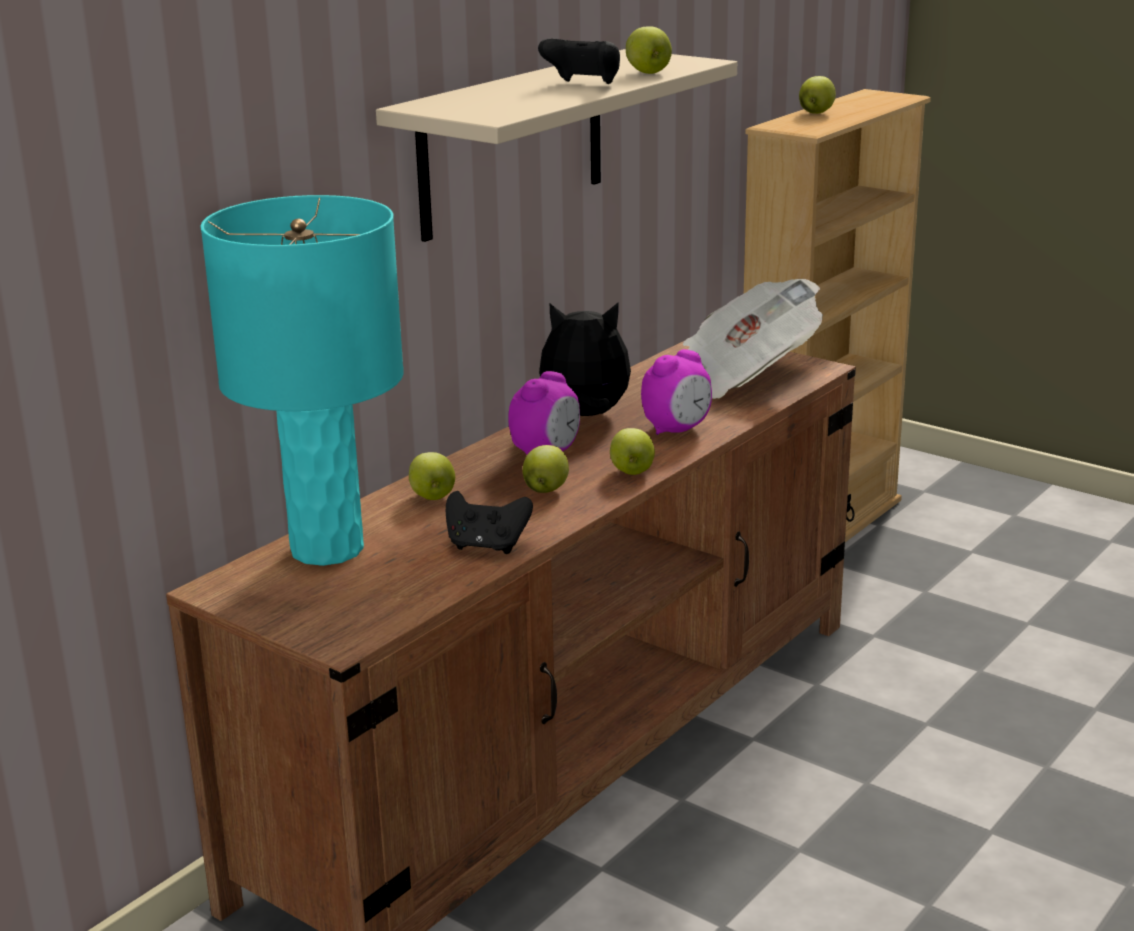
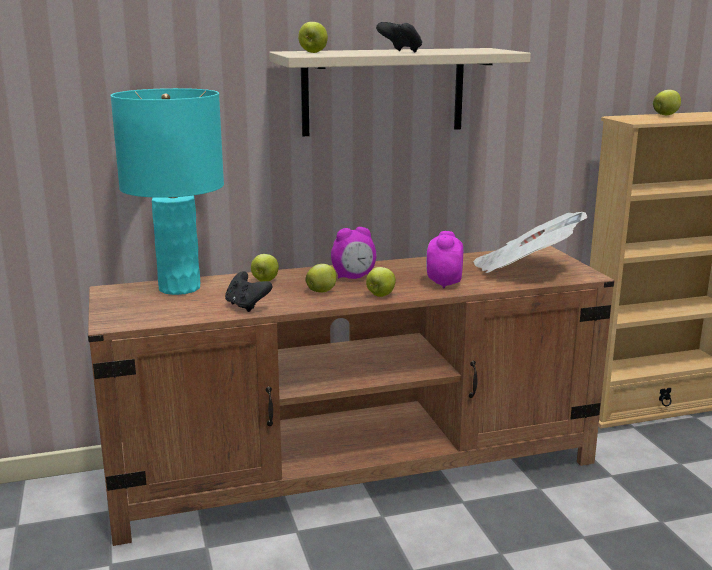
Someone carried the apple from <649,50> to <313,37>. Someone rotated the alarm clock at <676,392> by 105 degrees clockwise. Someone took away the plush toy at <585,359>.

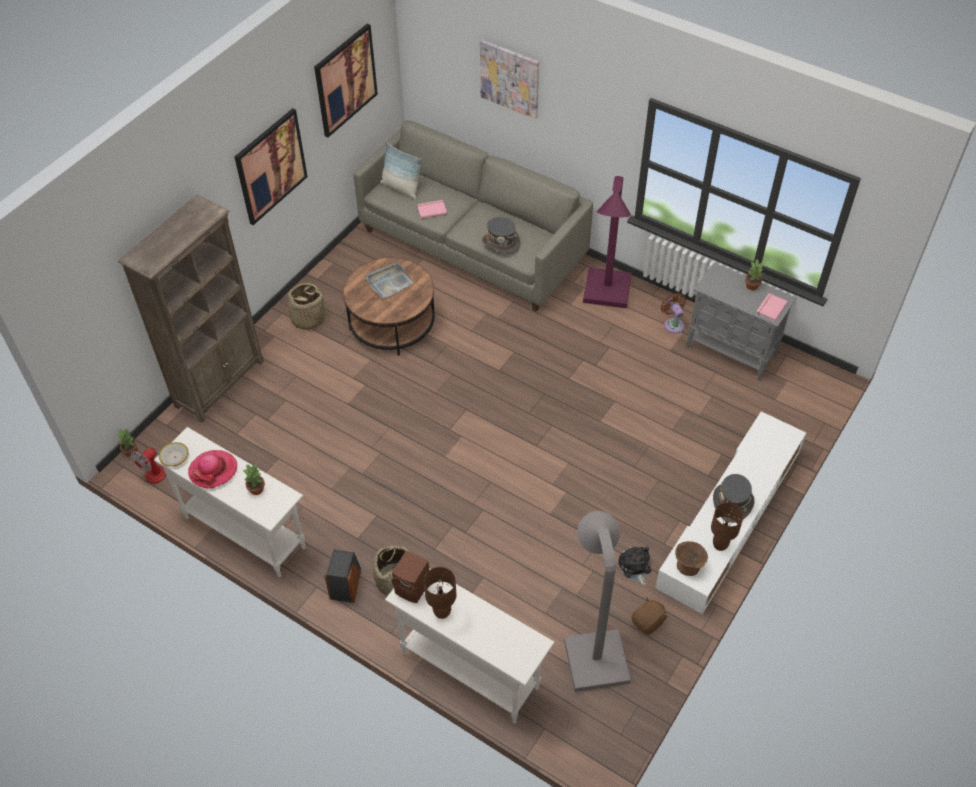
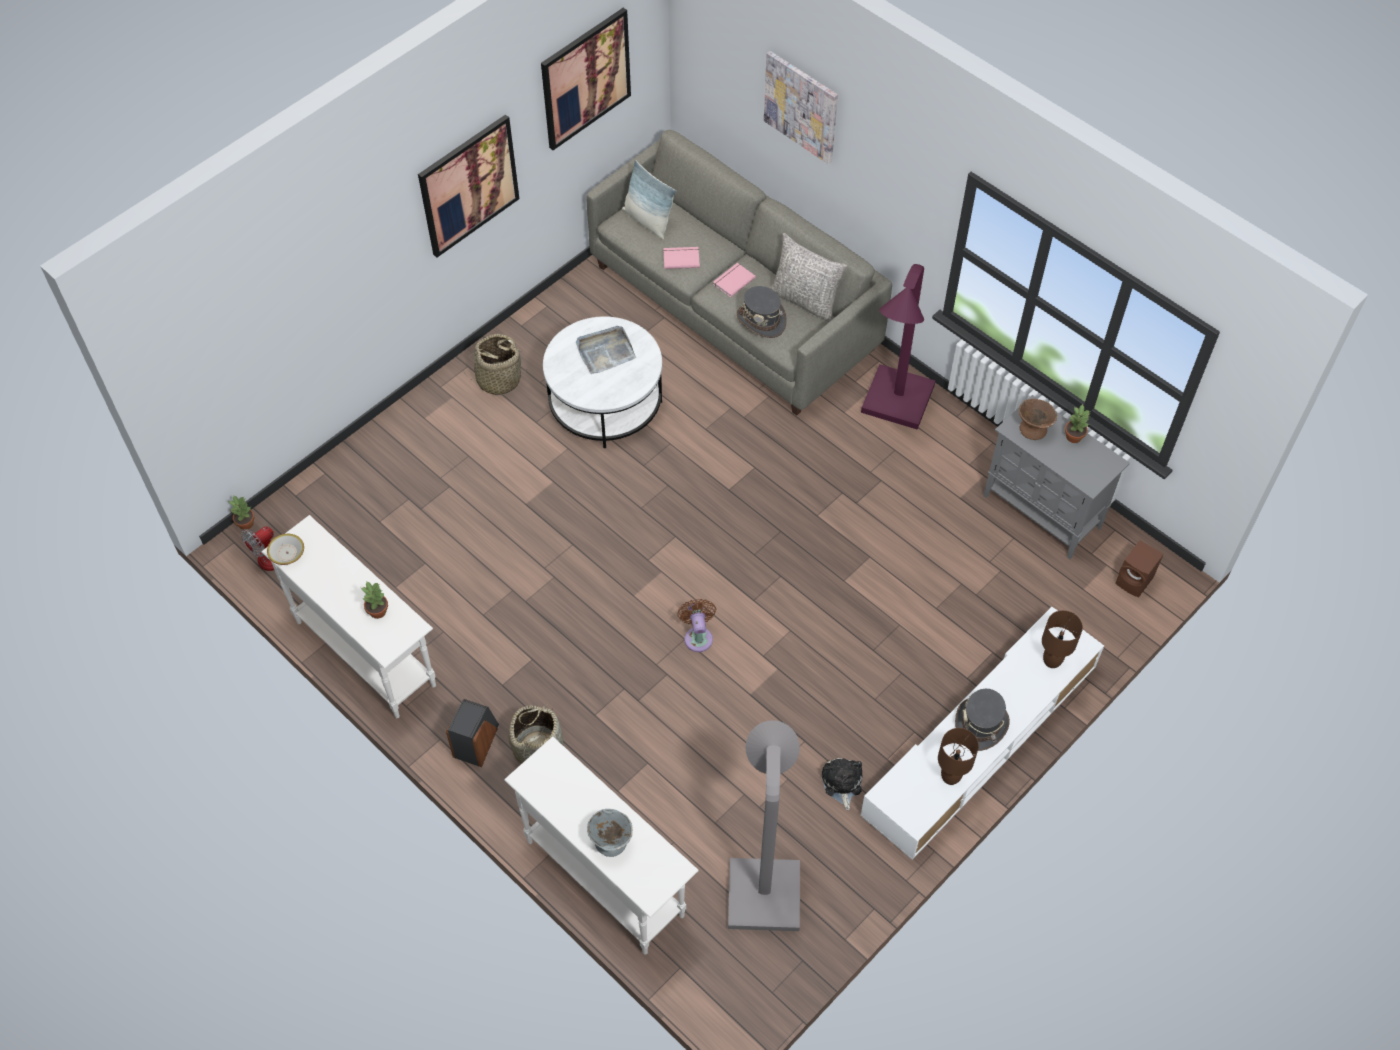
Someone repainted the brown coffee table at <389,306>, which became the white coffee table at <602,382>. Someone put down the grey bowl at <610,833>. Someone carried the brown fan from <673,313> to <697,625>. Someone carried the pink book from <772,307> to <734,280>. Someone put down the grey pillow at <808,277>. Someone carried the brown bowl from <691,558> to <1038,419>. Someone carried the brown table lamp from <440,593> to <1062,639>. Someone carried the brown speaker from <410,577> to <1139,568>. Someone took away the brown bookcase at <191,309>. Someone took away the hat at <212,469>. Someone took away the brown plush toy at <649,616>.

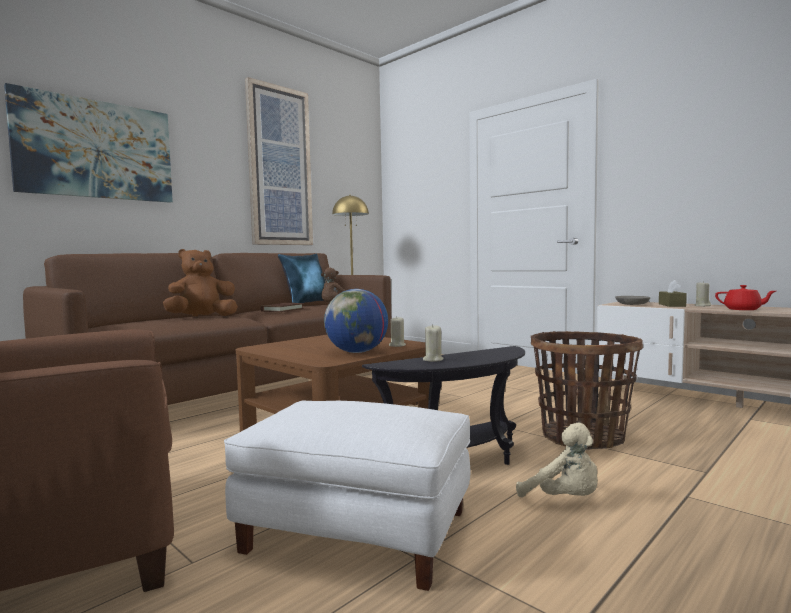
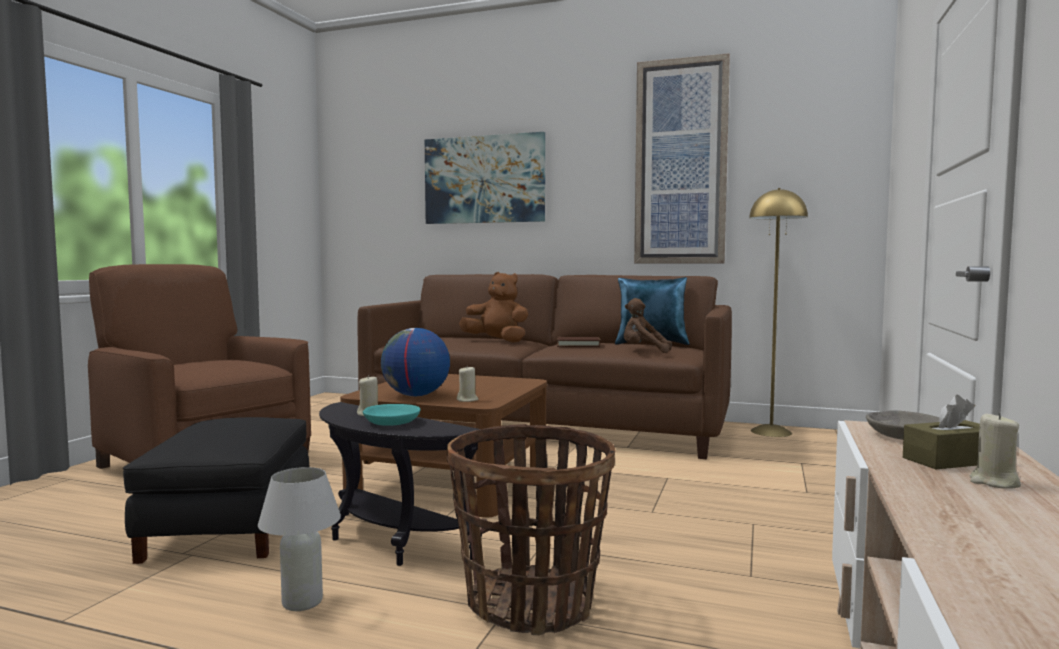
Someone repainted the white ottoman at <347,496>, which became the black ottoman at <216,490>. Someone swapped the beige plush toy at <557,460> for the white table lamp at <299,539>. Someone put down the turquoise bowl at <391,415>. Someone took away the red teapot at <745,297>.

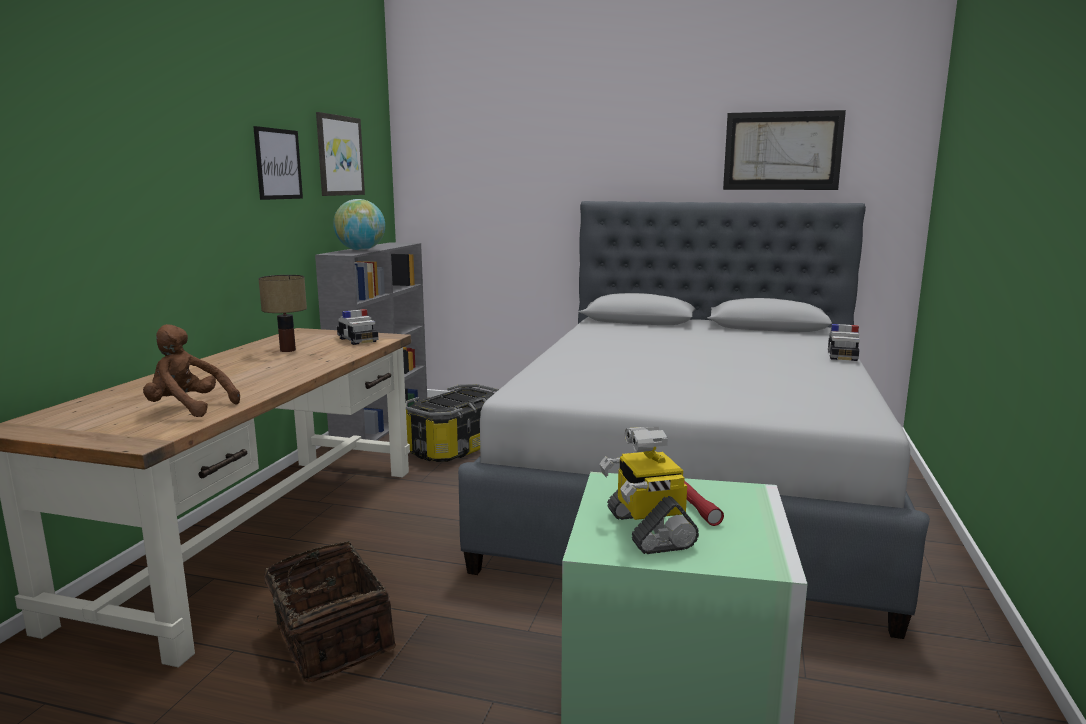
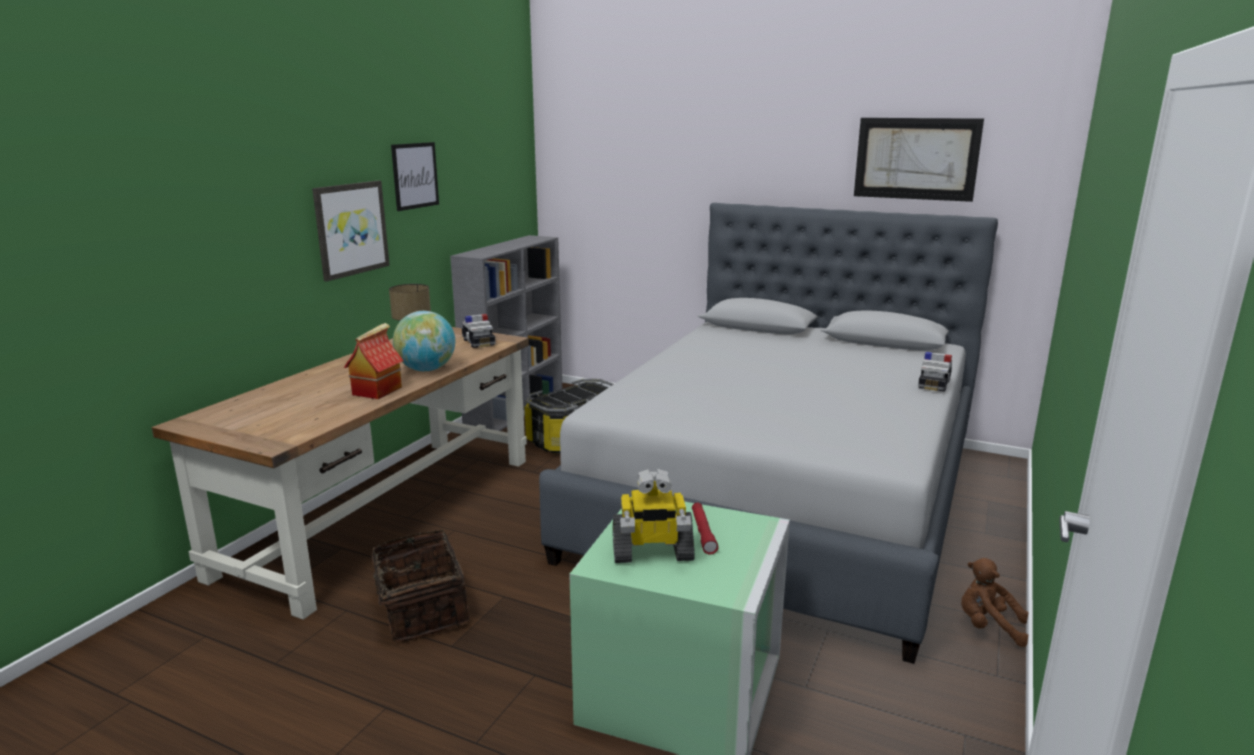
Someone carried the picture from <340,154> to <351,231>. Someone put down the toy house at <373,361>. Someone carried the globe from <359,224> to <424,341>. Someone rotated the toy robot at <649,490> by 90 degrees counterclockwise. Someone carried the brown plush toy from <191,370> to <994,602>.

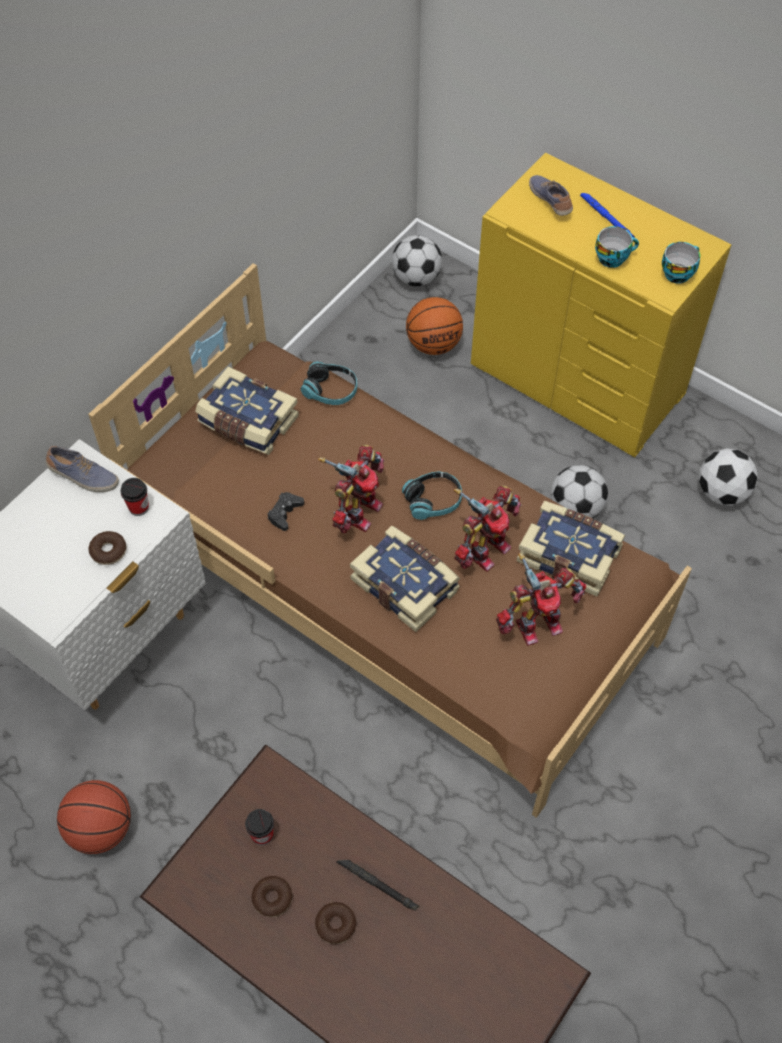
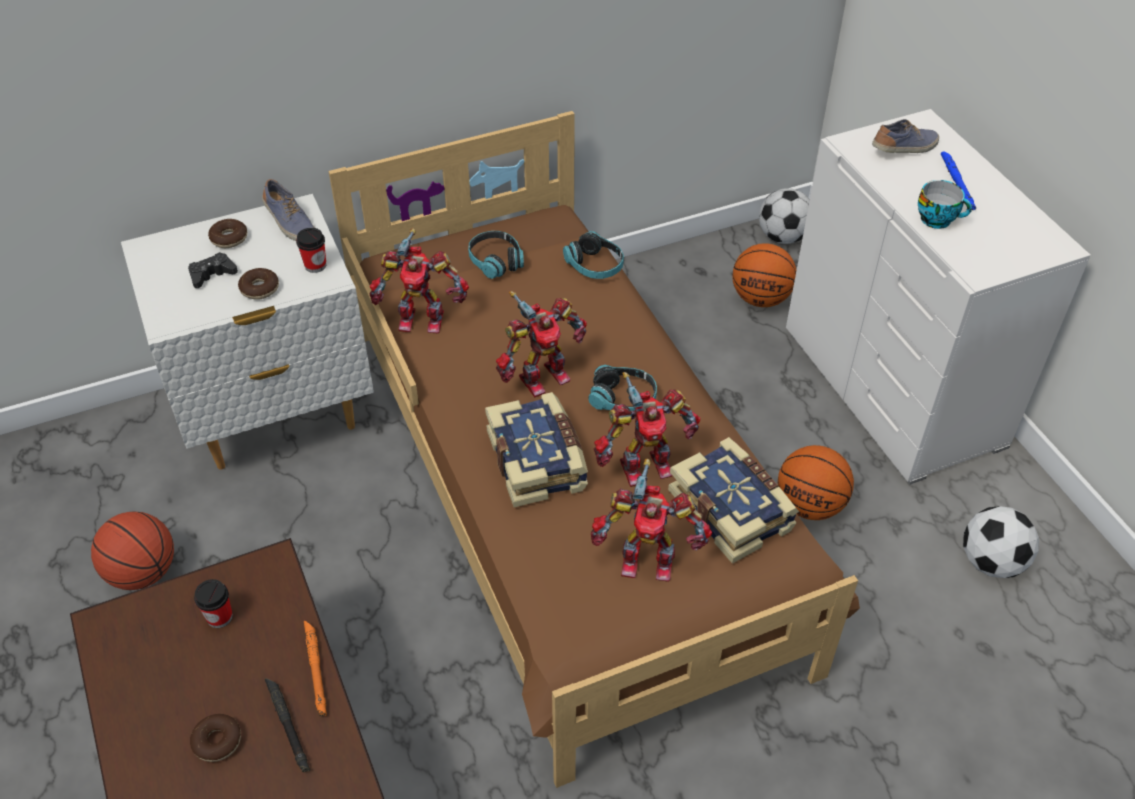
Someone carried the black game controller from <286,511> to <213,270>. Someone carried the donut from <272,896> to <227,233>. Someone put down the orange flashlight at <315,668>. Someone put down the toy robot at <419,281>. Someone swapped the book at <247,410> for the headphones at <496,255>. Someone swapped the football at <579,492> for the basketball at <816,482>. Someone repainted the yellow dresser at <601,305>, which became the white dresser at <938,297>. Someone rotated the shoe at <551,195> by 60 degrees clockwise. Someone took away the cup at <681,263>.

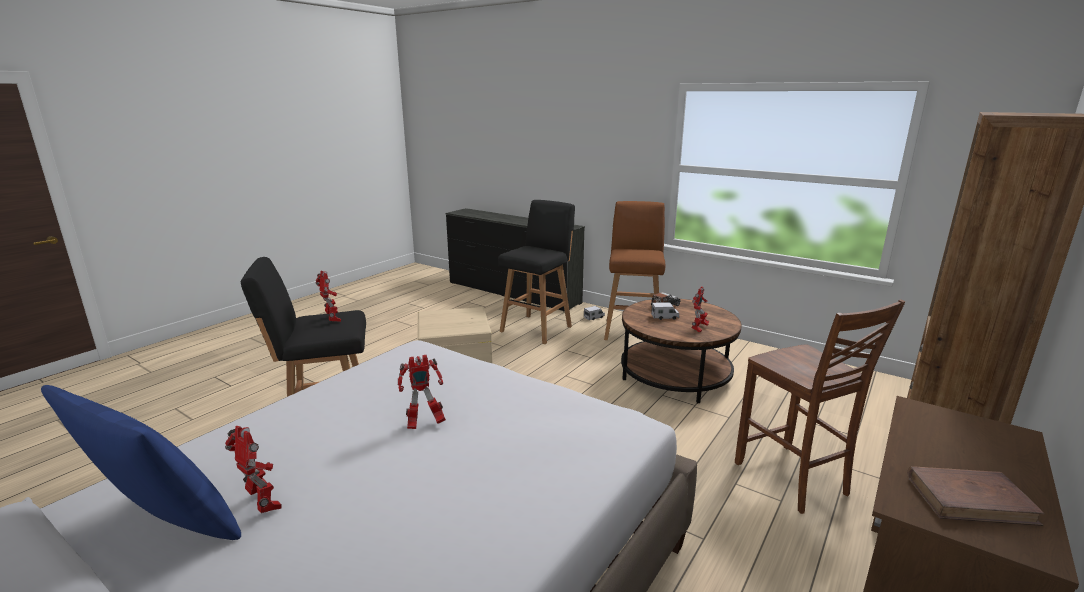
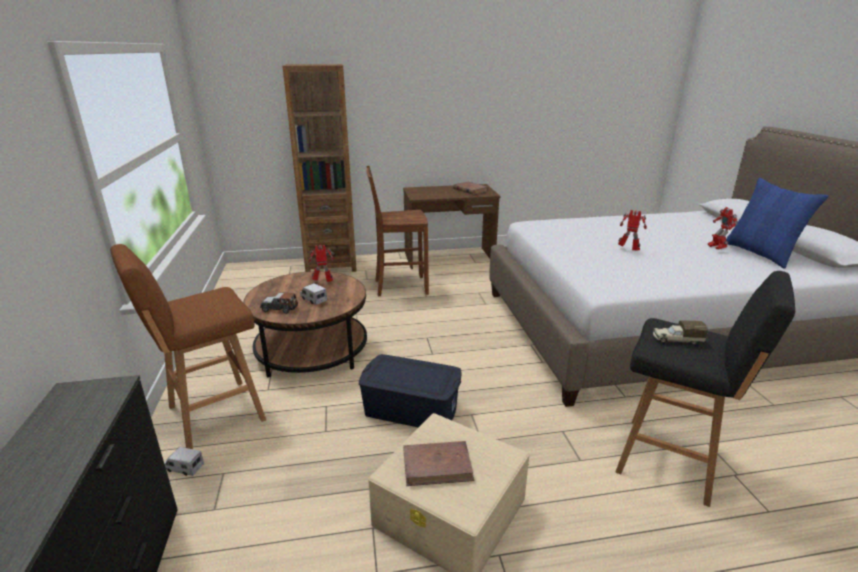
Someone put down the blue storage box at <410,391>. Someone rotated the brown chair at <820,407> by 120 degrees counterclockwise. Someone put down the brown book at <438,463>. Someone swapped the toy robot at <328,296> for the toy truck at <680,332>. Someone took away the black stool at <536,272>.

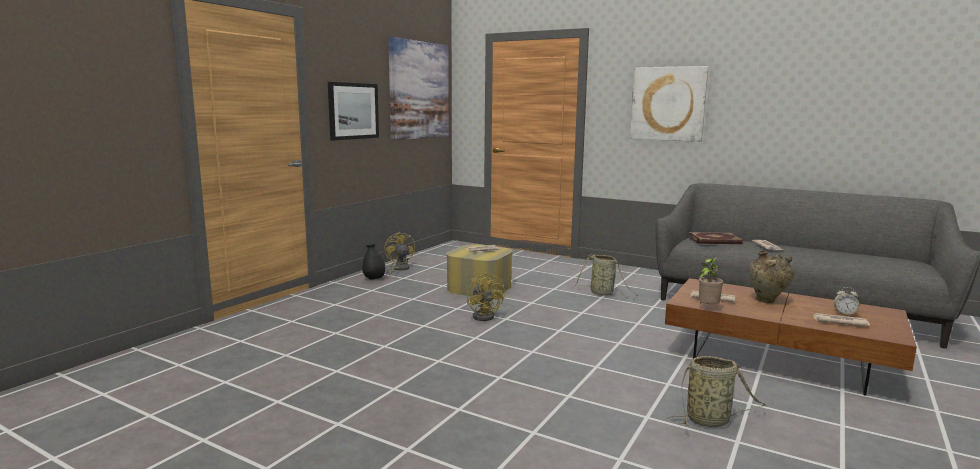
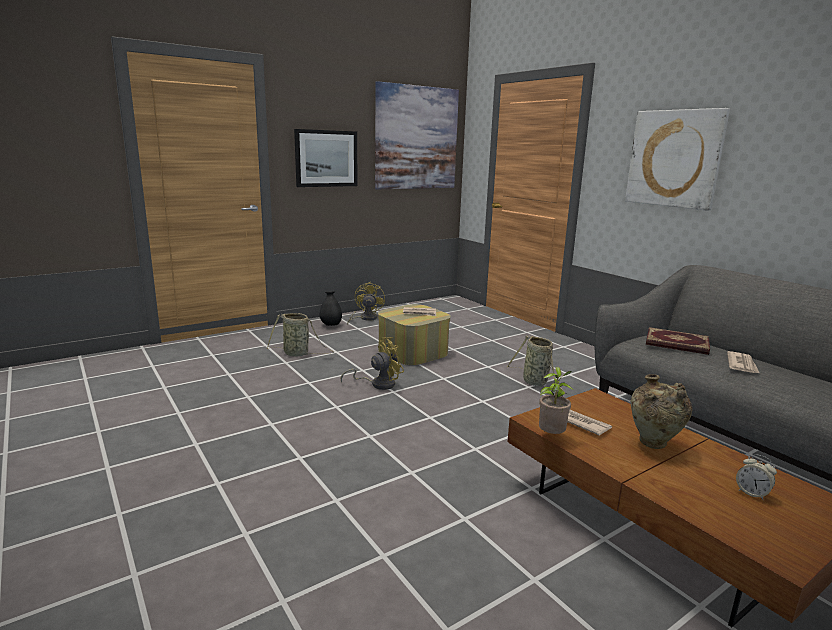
Someone carried the basket from <717,391> to <300,334>. Someone rotated the yellow fan at <486,296> by 120 degrees counterclockwise. Someone took away the newspaper at <841,320>.

